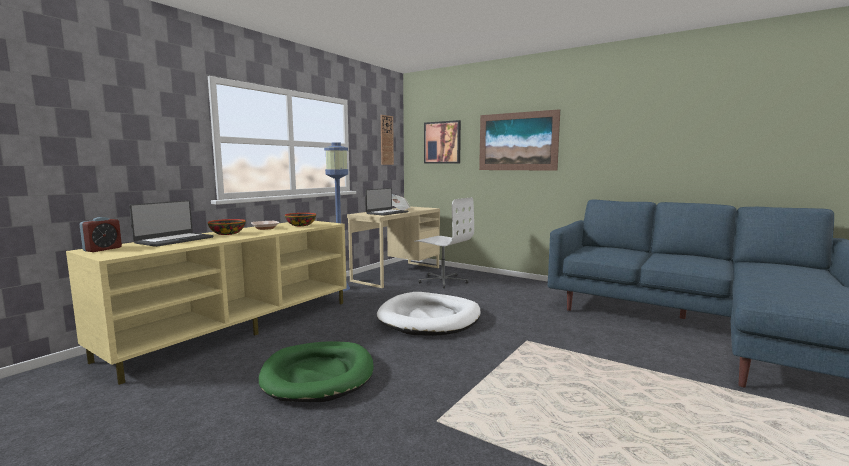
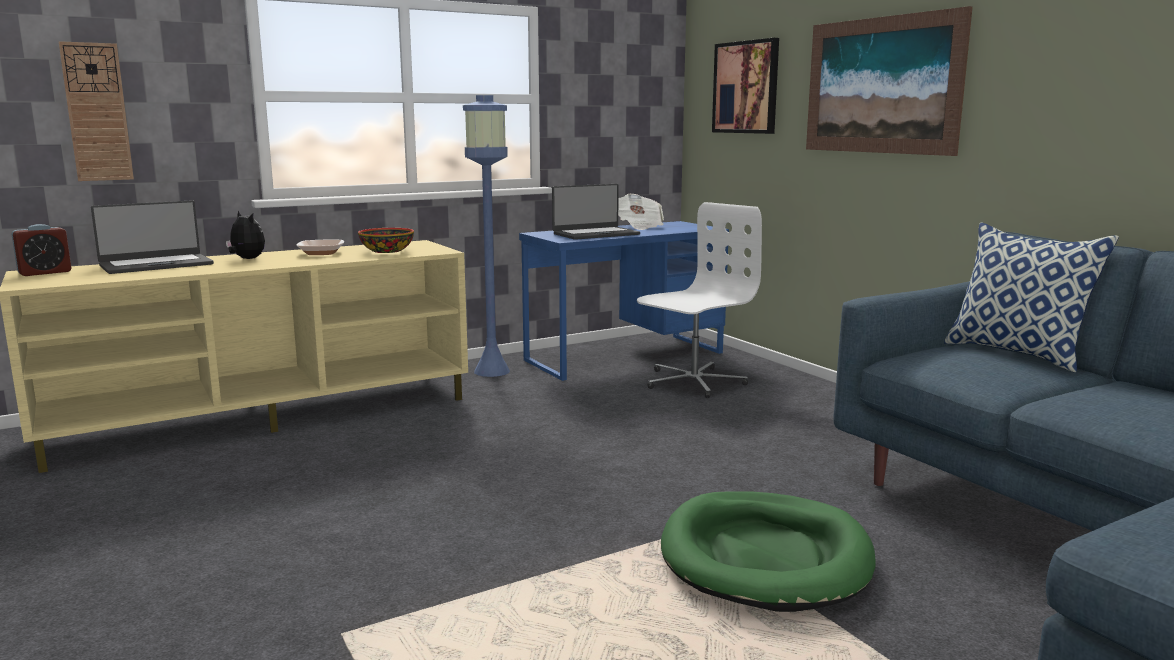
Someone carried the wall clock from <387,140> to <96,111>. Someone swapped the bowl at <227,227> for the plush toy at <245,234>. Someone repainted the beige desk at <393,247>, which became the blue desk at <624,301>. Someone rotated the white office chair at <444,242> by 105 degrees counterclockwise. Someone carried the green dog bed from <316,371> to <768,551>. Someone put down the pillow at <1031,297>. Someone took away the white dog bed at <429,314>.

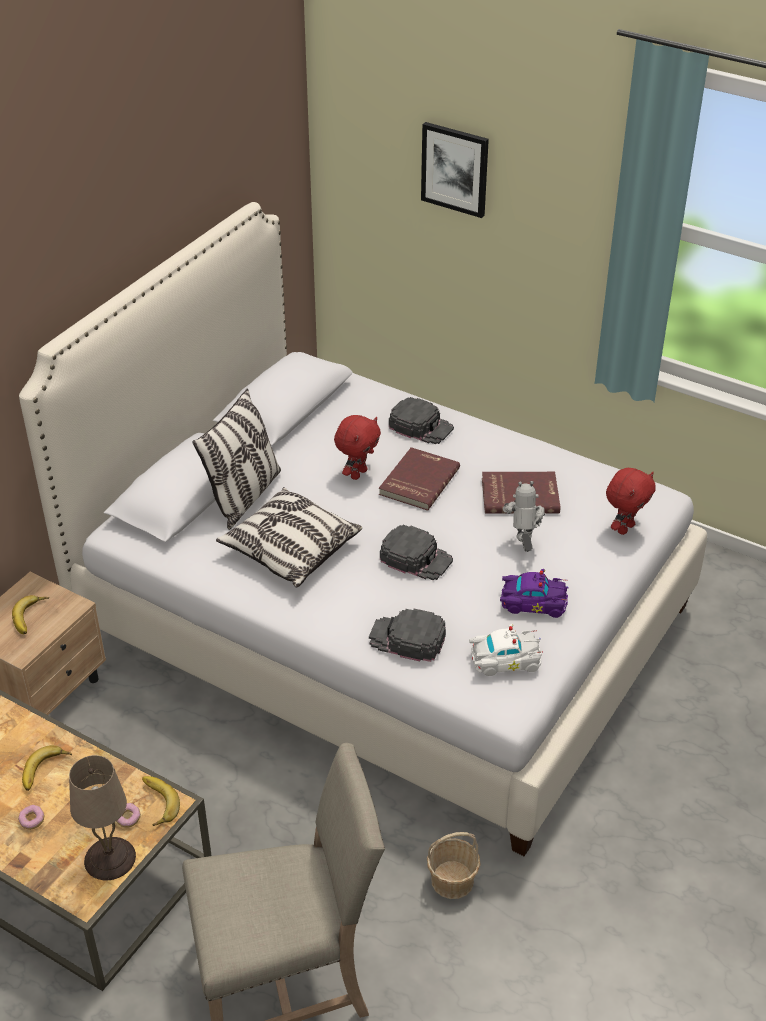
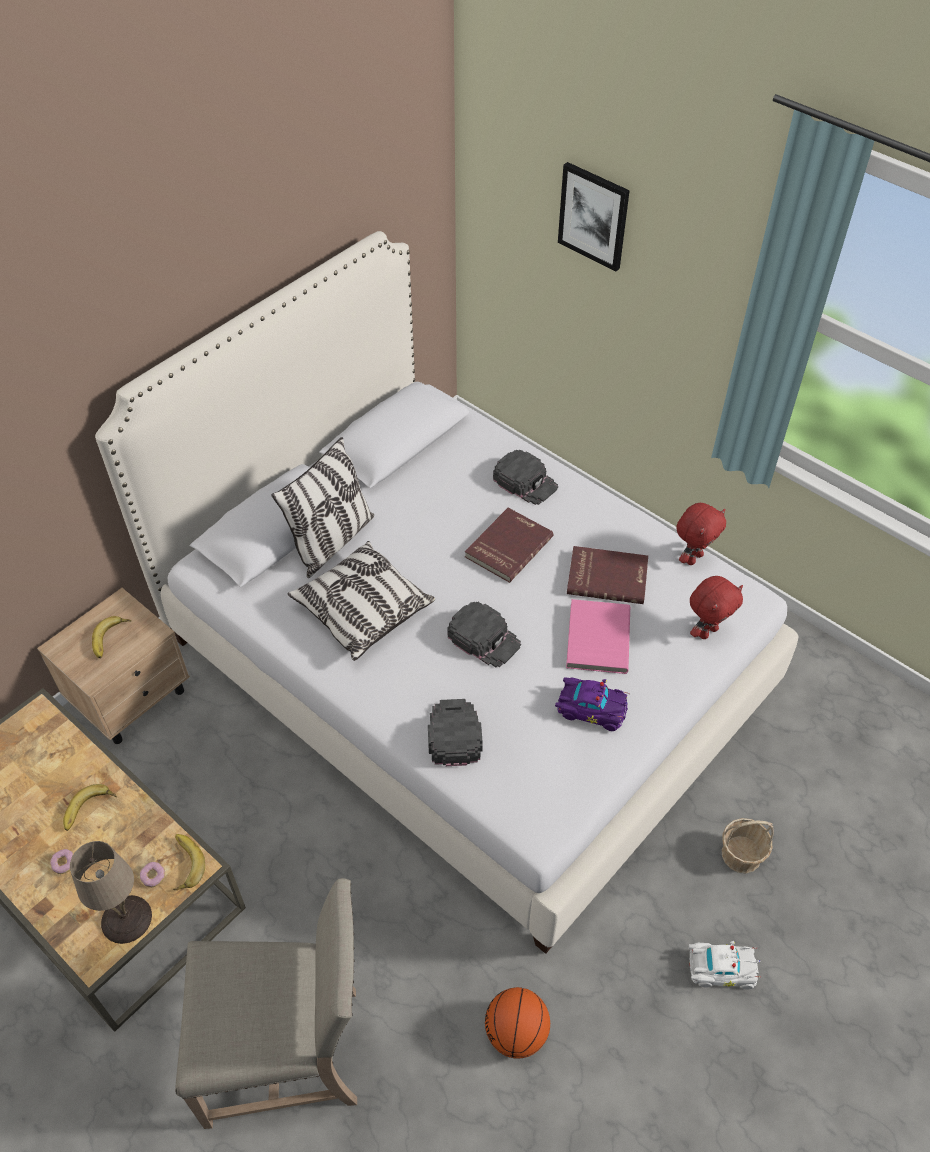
Someone rotated the black cap at <407,635> by 60 degrees clockwise. Someone put down the basketball at <517,1023>. Someone swapped the toy robot at <524,516> for the pink book at <598,636>. Someone carried the red plush toy from <357,447> to <701,534>. Someone carried the white toy car from <506,650> to <725,965>. Someone carried the basket from <454,865> to <748,845>.

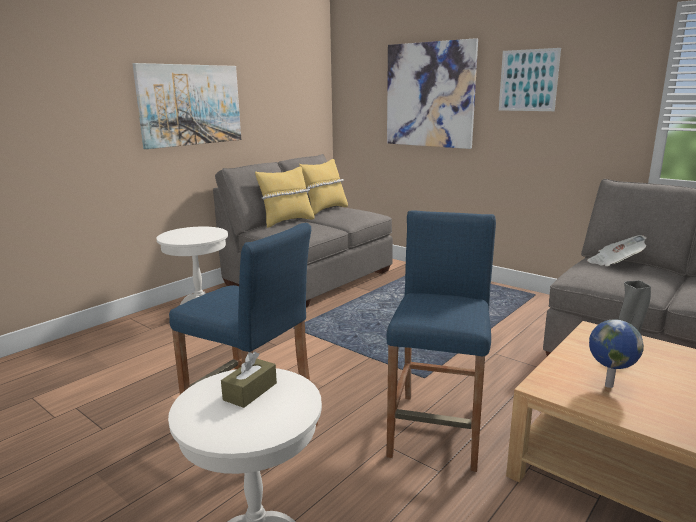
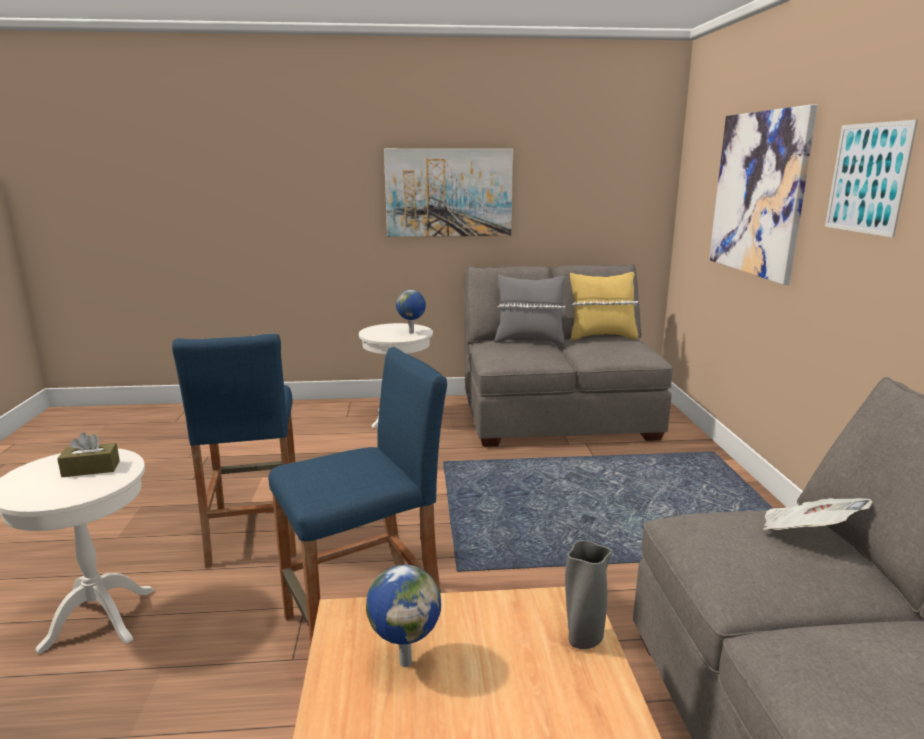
Someone put down the globe at <411,312>. Someone repainted the yellow pillow at <285,197>, which became the grey pillow at <529,310>.

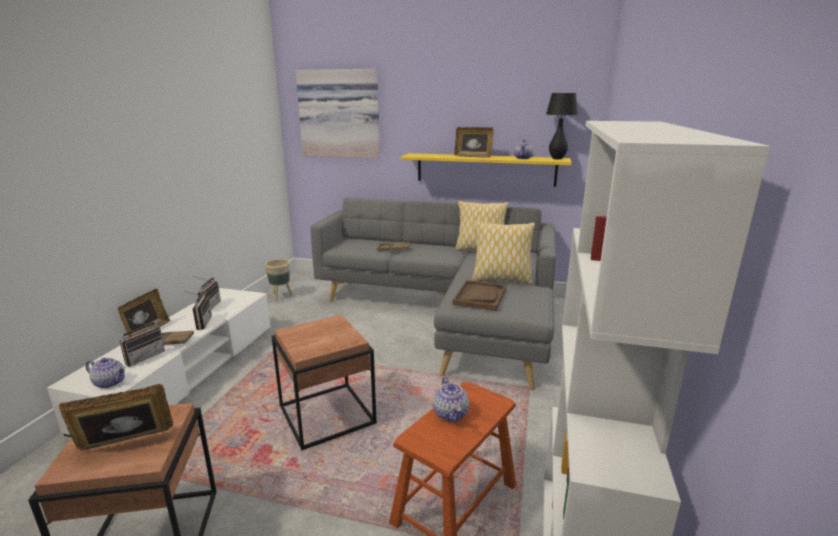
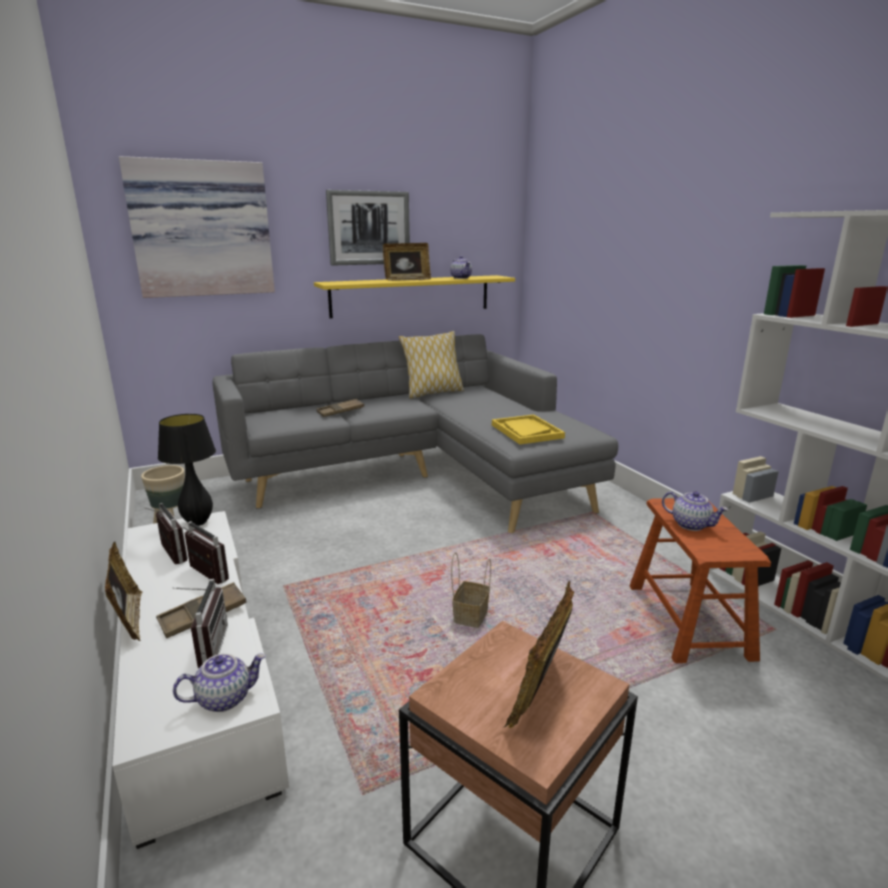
Someone carried the black table lamp from <562,126> to <187,470>. Someone put up the picture at <368,227>. Someone swapped the brown side table at <323,382> for the basket at <471,590>. Someone repainted the brown tray at <479,295>, which became the yellow tray at <528,430>. Someone took away the pillow at <503,253>.

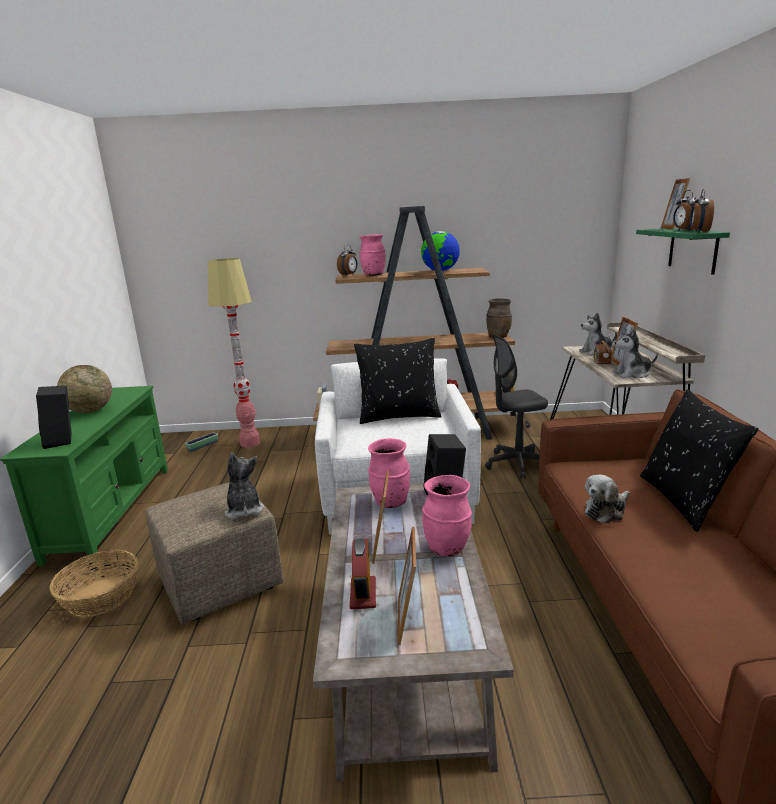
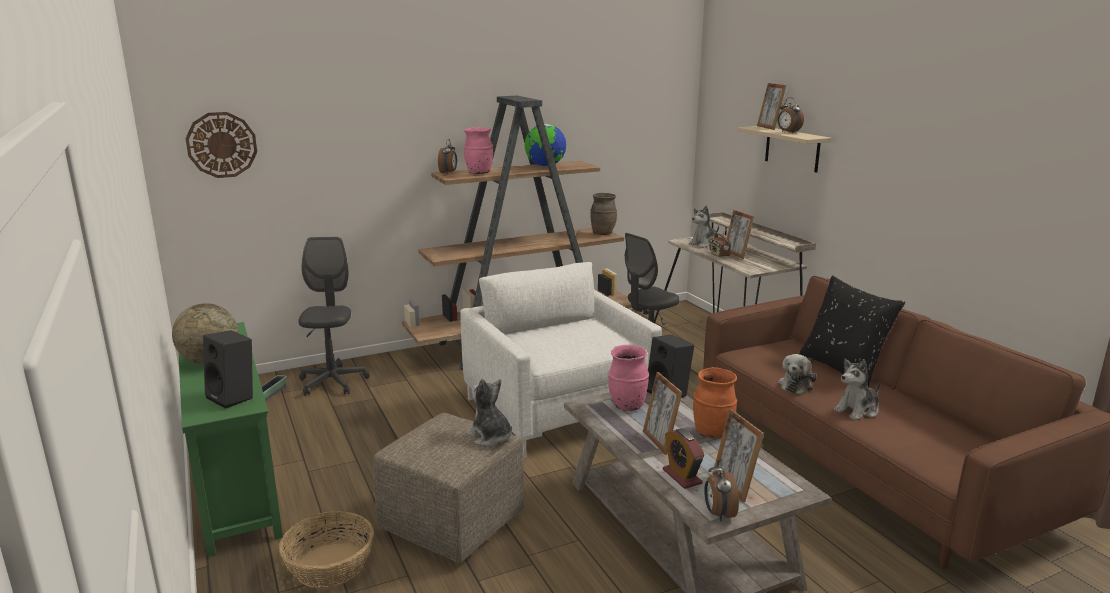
Someone put up the wall clock at <221,145>. Someone swapped the floor lamp at <234,353> for the grey office chair at <334,316>. Someone repainted the pink vase at <447,516>, which became the orange vase at <715,402>. Someone carried the alarm clock from <702,211> to <721,490>. Someone repainted the green shelf at <683,251>, which became the beige shelf at <784,149>. Someone carried the plush toy from <635,353> to <857,389>. Someone took away the black pillow at <398,381>.

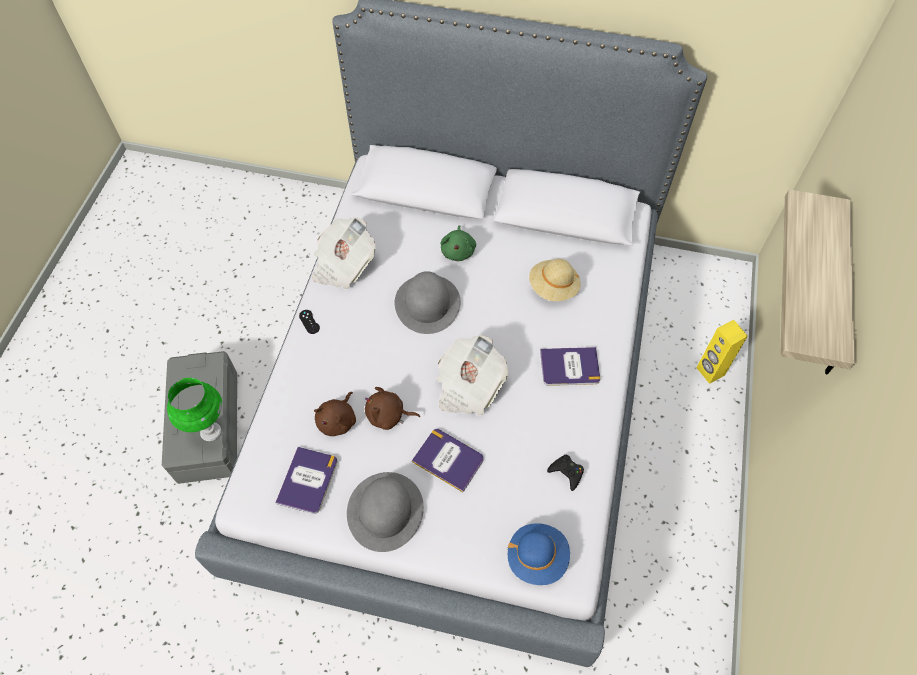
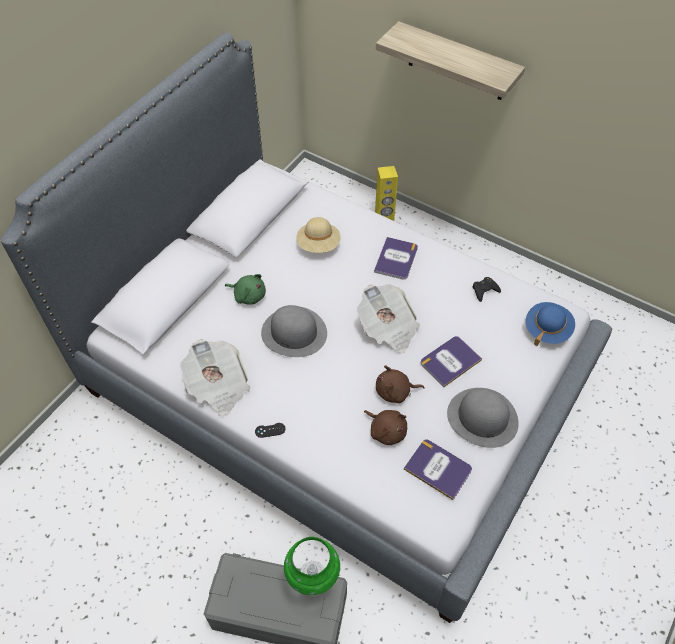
Someone rotated the brown plush toy at <392,408> by 60 degrees clockwise.

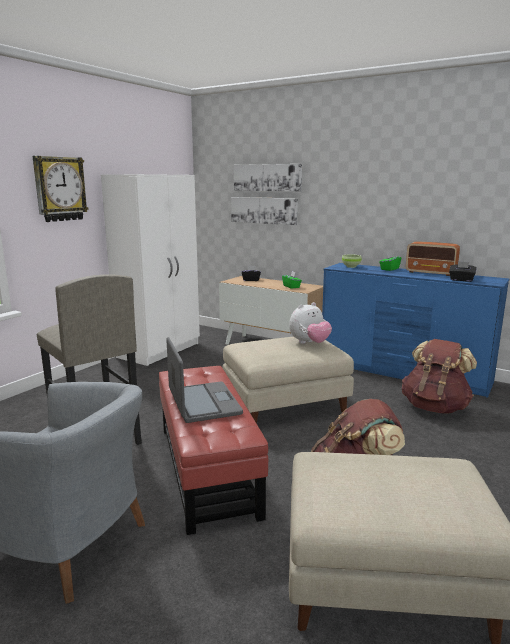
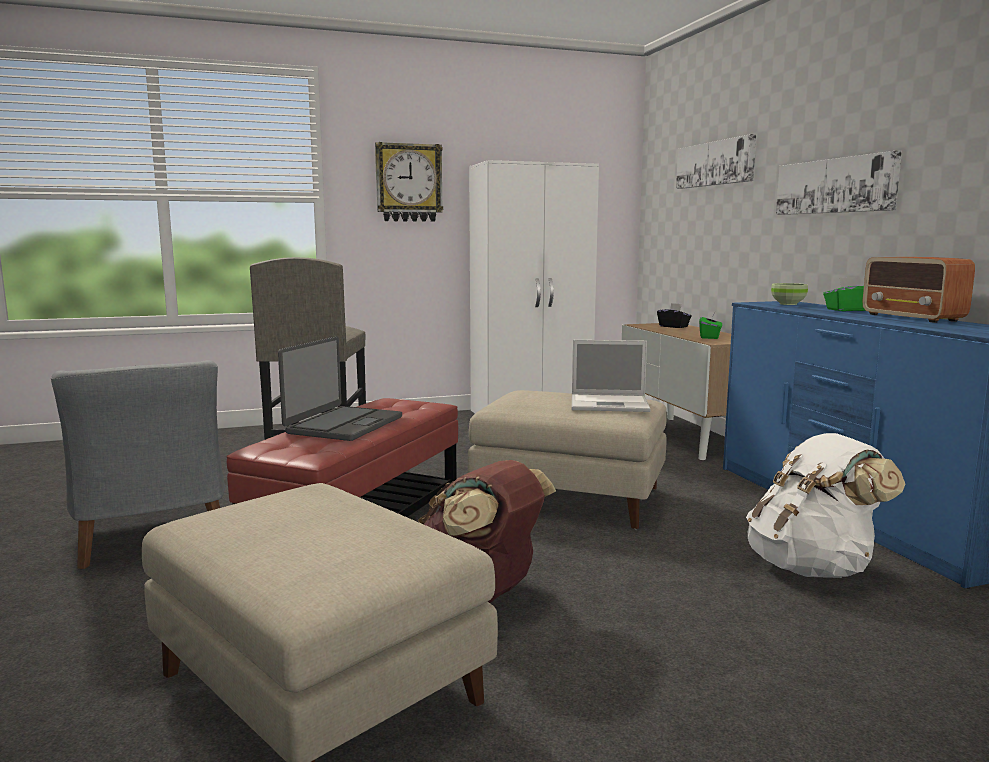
Someone swapped the plush toy at <310,323> for the laptop at <611,376>. Someone repainted the brown backpack at <439,376>, which became the white backpack at <825,505>. Someone carried the picture from <264,211> to <839,182>. Someone took away the black tissue box at <463,271>.

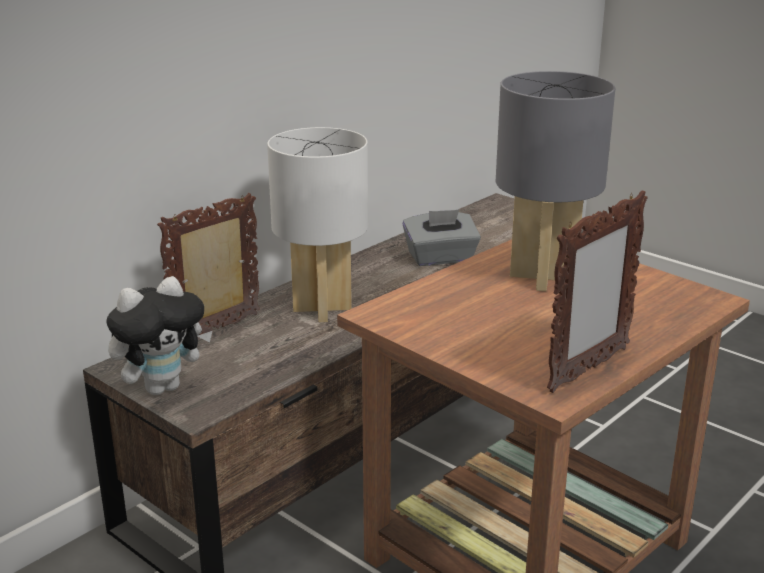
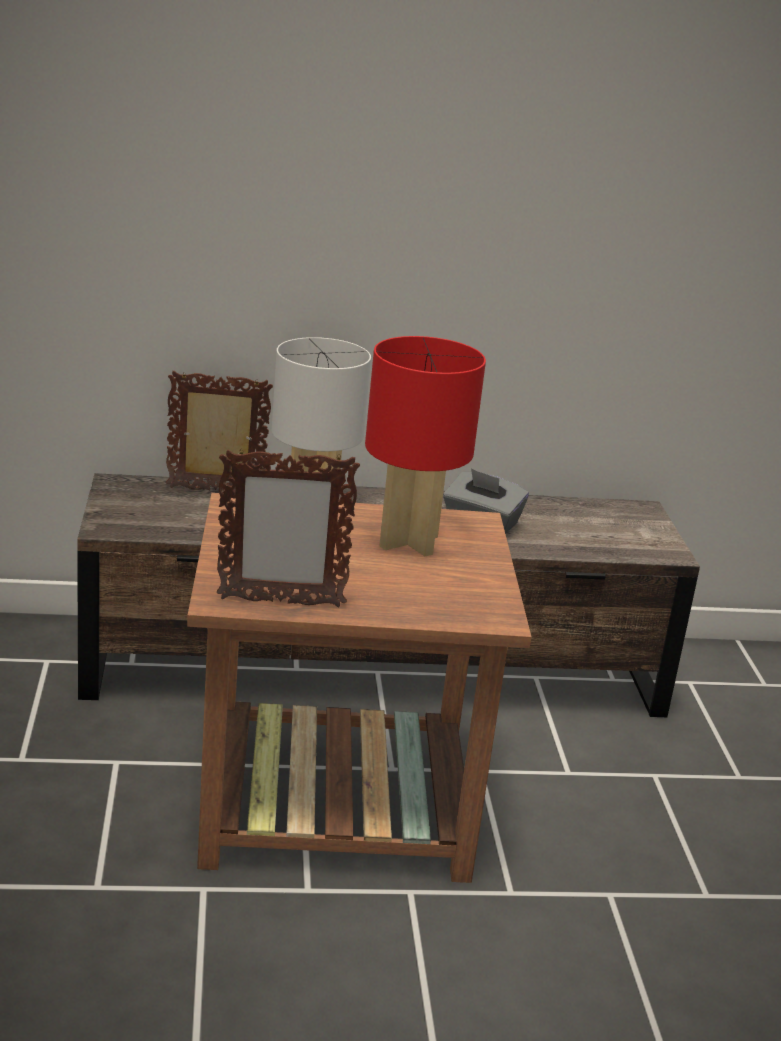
Someone repainted the grey table lamp at <556,181>, which became the red table lamp at <425,446>. Someone took away the plush toy at <159,335>.

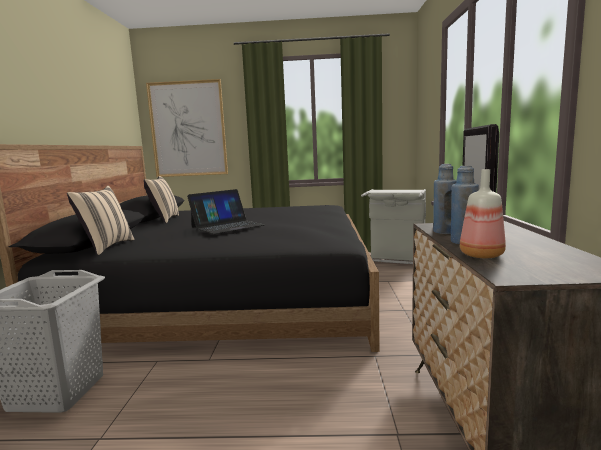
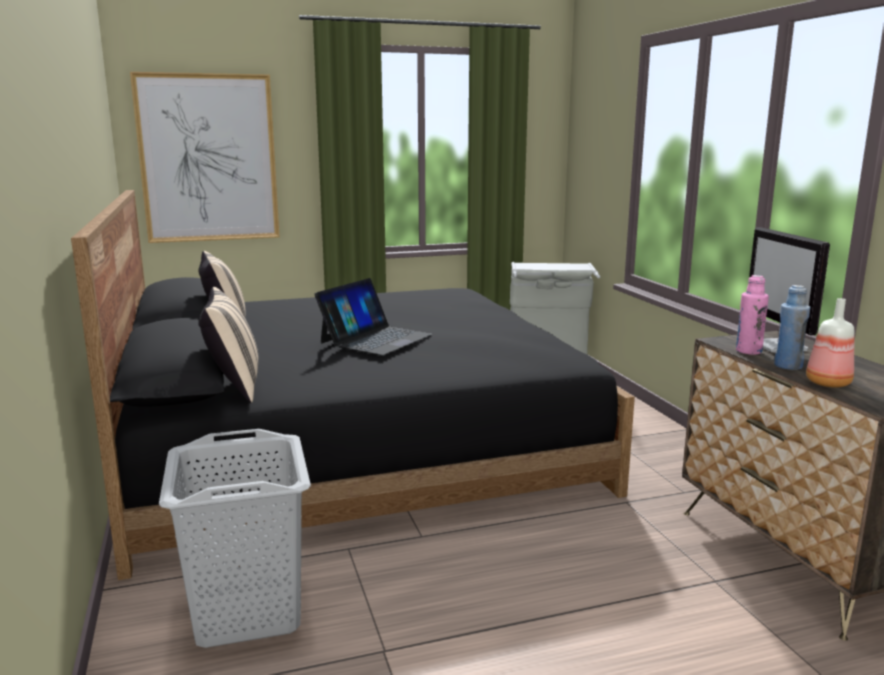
Someone repainted the blue bottle at <444,199>, which became the pink bottle at <752,315>.

